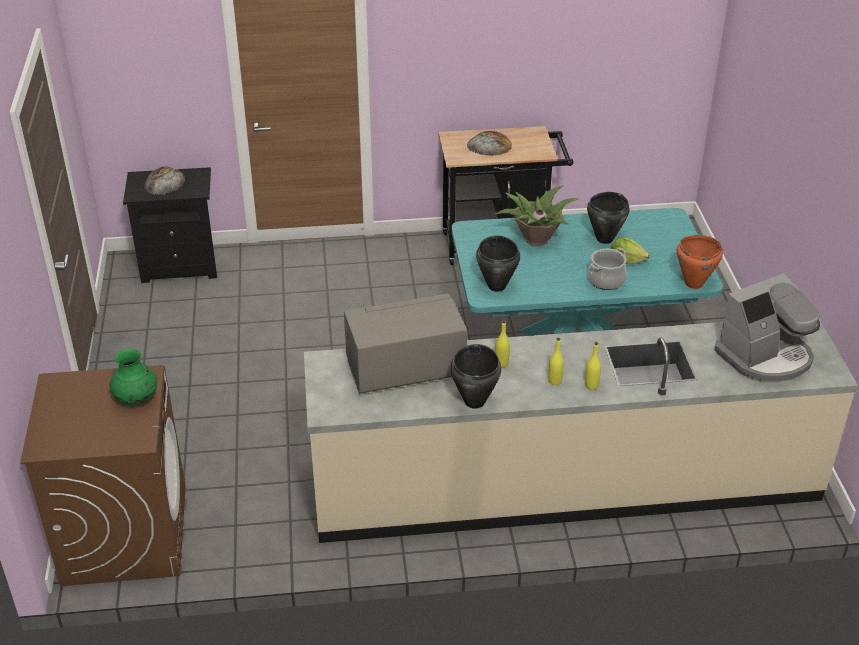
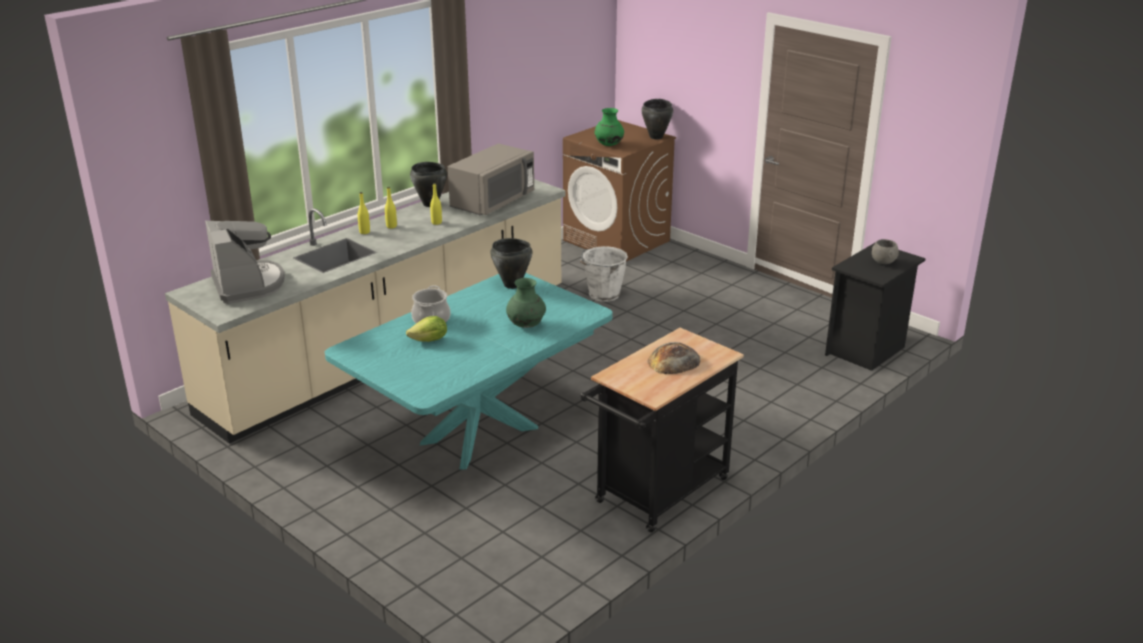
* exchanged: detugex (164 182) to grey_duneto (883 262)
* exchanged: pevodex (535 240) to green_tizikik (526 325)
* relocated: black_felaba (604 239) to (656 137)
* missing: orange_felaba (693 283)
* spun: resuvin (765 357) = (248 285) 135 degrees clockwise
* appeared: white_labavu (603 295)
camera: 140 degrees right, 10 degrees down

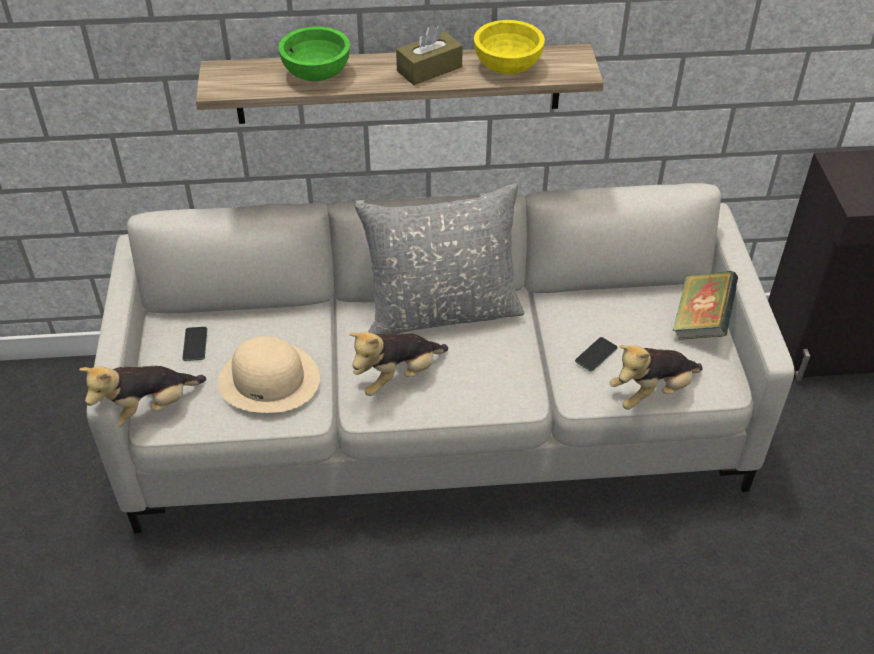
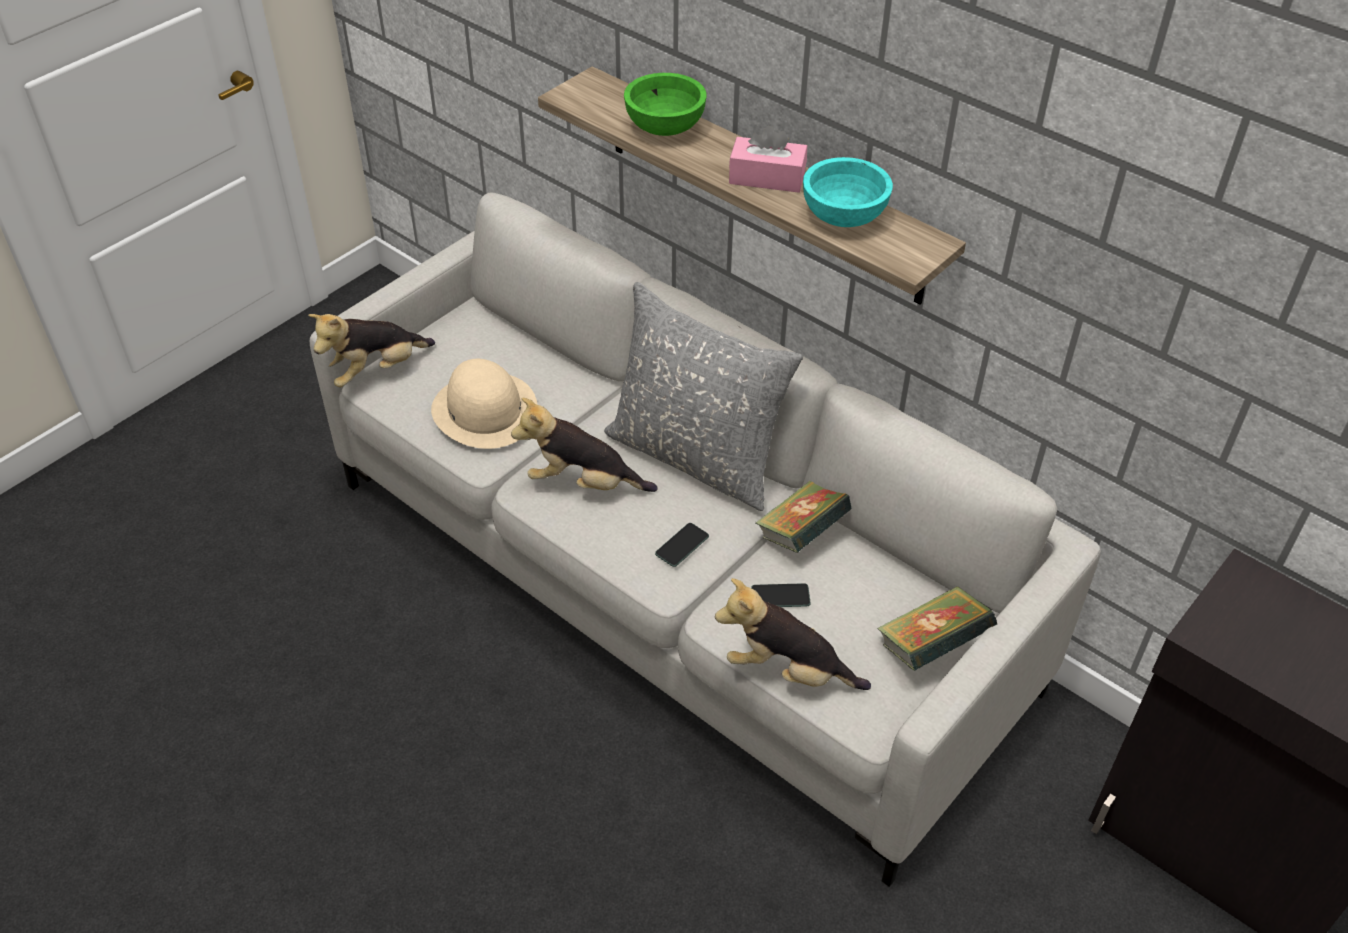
* colour: yellow_duneto (507 66) to turquoise_duneto (843 216)
* colour: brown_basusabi (429 69) to pink_basusabi (767 177)
* relocated: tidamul (195 344) to (682 545)
* spun: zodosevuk (149 409) = (376 371) 45 degrees counterclockwise
* appeared: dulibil (806 532)
camera: 45 degrees right, 0 degrees up

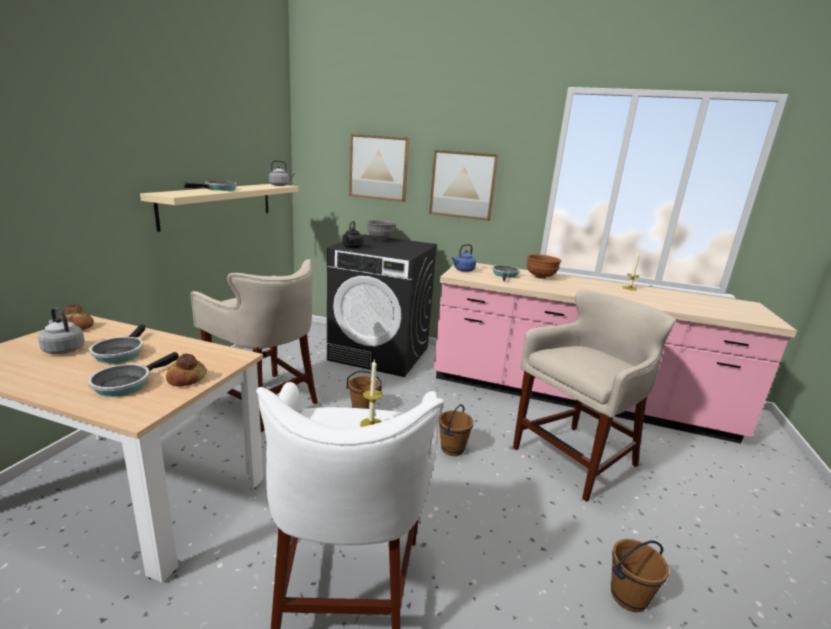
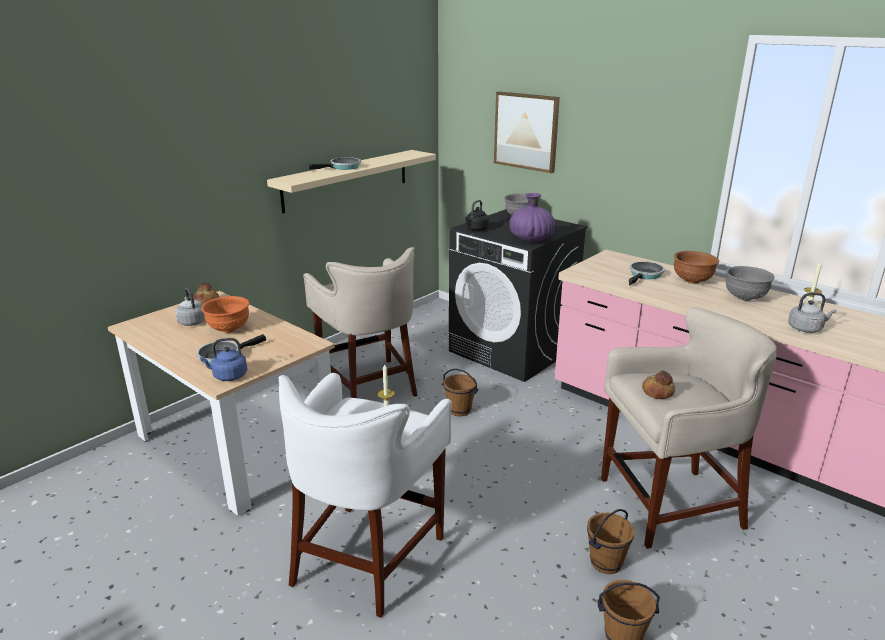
* missing: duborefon (463 185)
* relocated: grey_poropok (280 185) to (806 329)
* relocated: blue_poropok (463 270) to (228 376)
* exchanged: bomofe (120 353) to orange_duneto (228 329)
* relocated: detugex (186 378) to (657 391)
* relocated: brown_labavu (453 449) to (606 563)
* appeared: purple_tizikik (531 239)
* appeared: grey_duneto (744 298)
camera: 25 degrees right, 5 degrees up

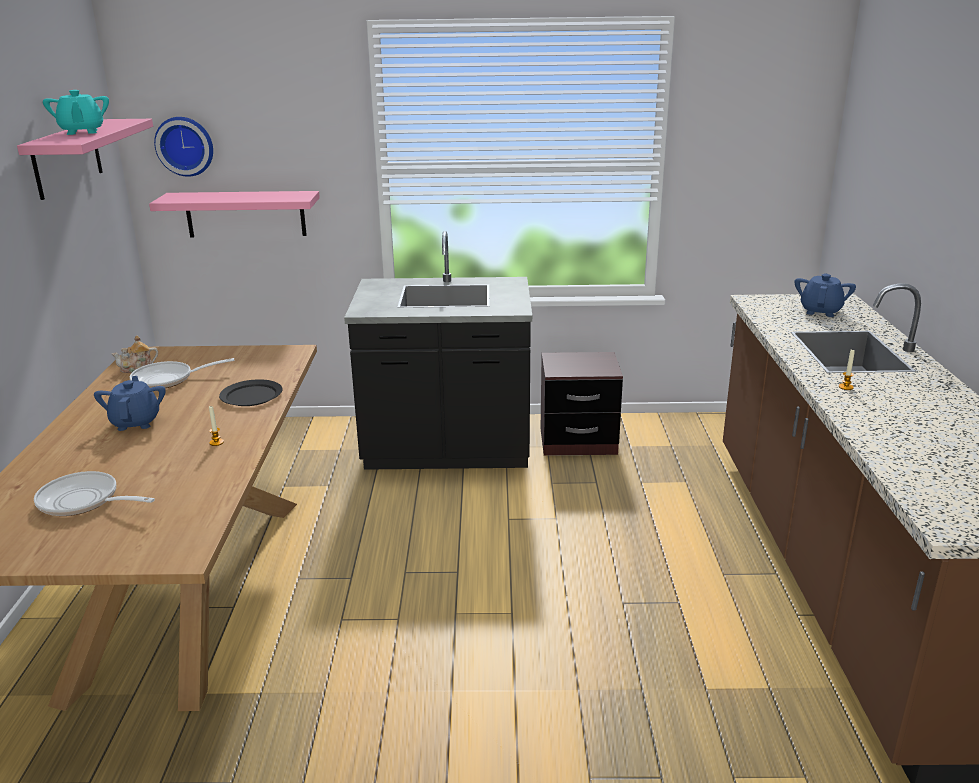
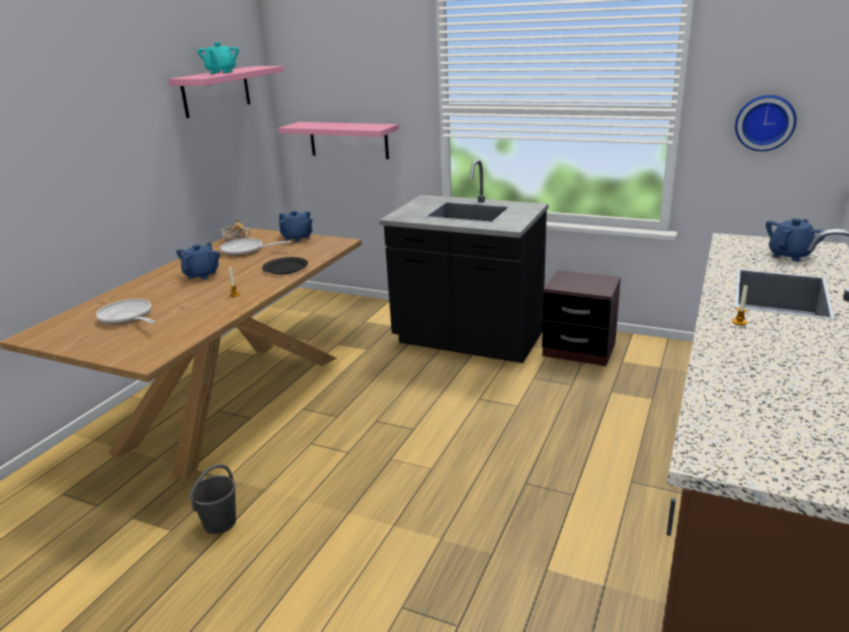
* relocated: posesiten (185 146) to (765 122)
* appeared: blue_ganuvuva (297 238)
* appeared: grey_labavu (220 522)
camera: 25 degrees right, 0 degrees up

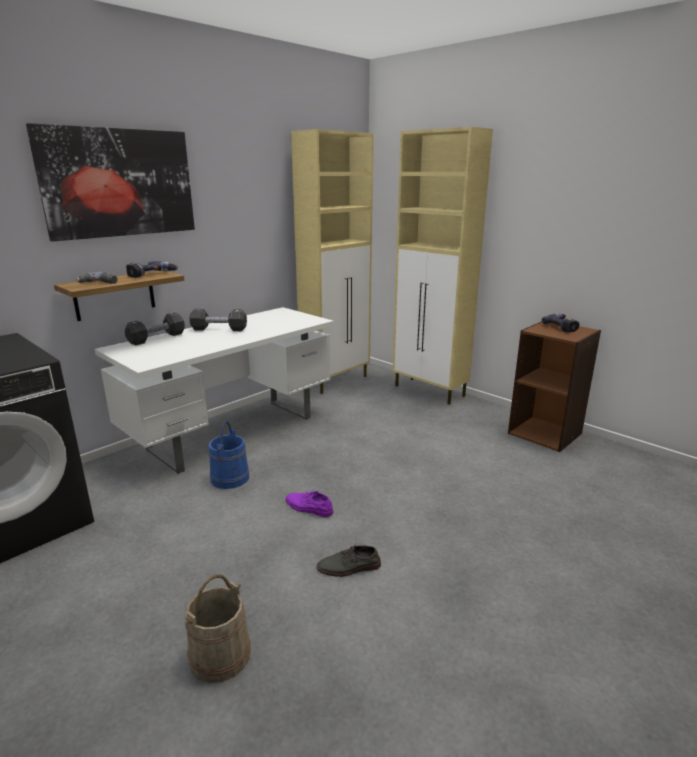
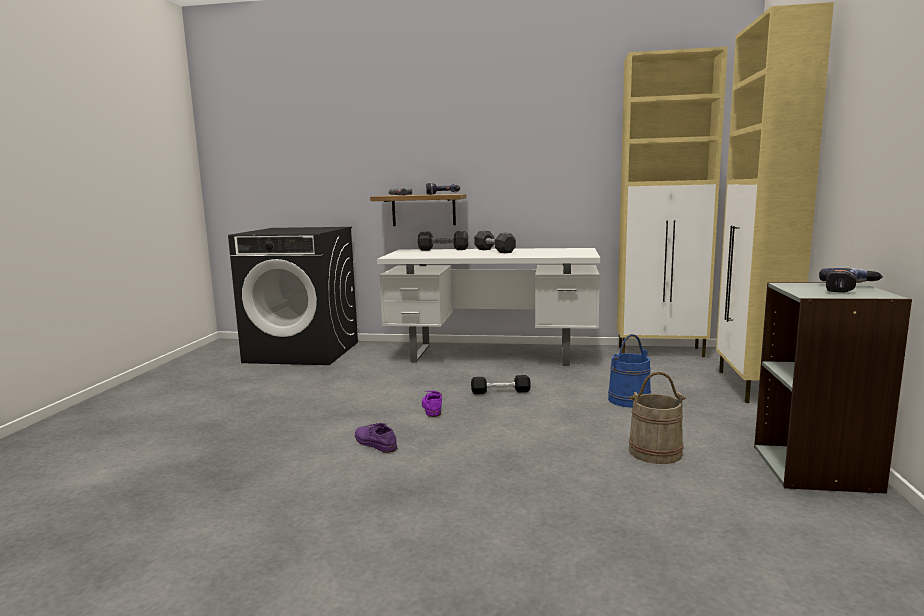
* missing: duborefon (119 183)
* colour: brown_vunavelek (545 433) to grey_vunavelek (816 468)
* relocated: blue_labavu (229 478) to (629 400)
* colour: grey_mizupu (349 567) to purple_mizupu (374 443)
* relocated: beige_labavu (220 655) to (655 452)
* appeared: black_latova (500 391)
camera: 55 degrees right, 10 degrees down

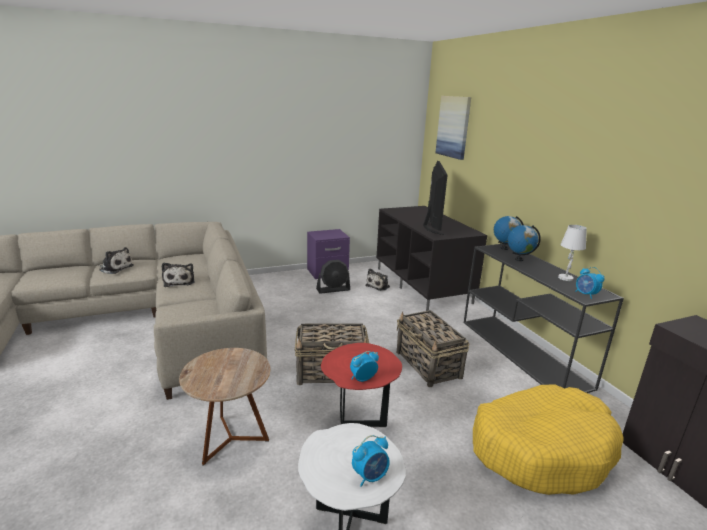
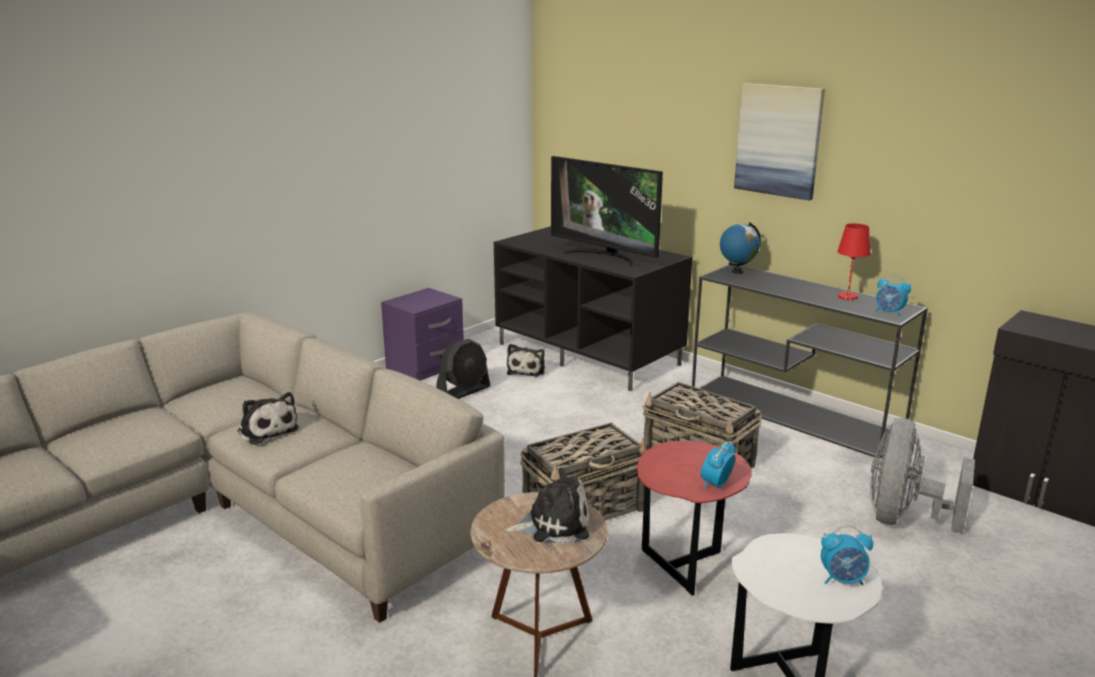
* relocated: duborefon (453 127) to (778 140)
* spun: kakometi (431 226) = (605 257) 150 degrees clockwise
* missing: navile (519 259)
* colour: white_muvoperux (565 278) to red_muvoperux (847 297)
* relocated: zodosevuk (115 268) to (554 524)
* exchanged: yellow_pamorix (541 448) to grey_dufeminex (903 518)
* spun: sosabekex (370 476) = (843 580) 60 degrees clockwise
camera: 25 degrees left, 0 degrees up

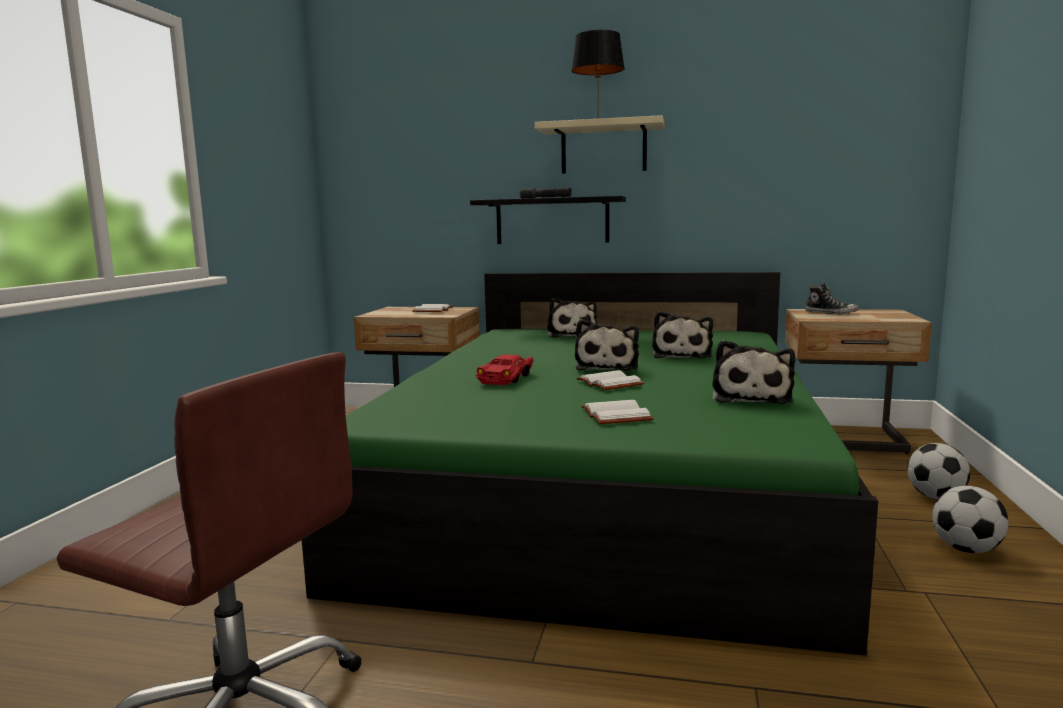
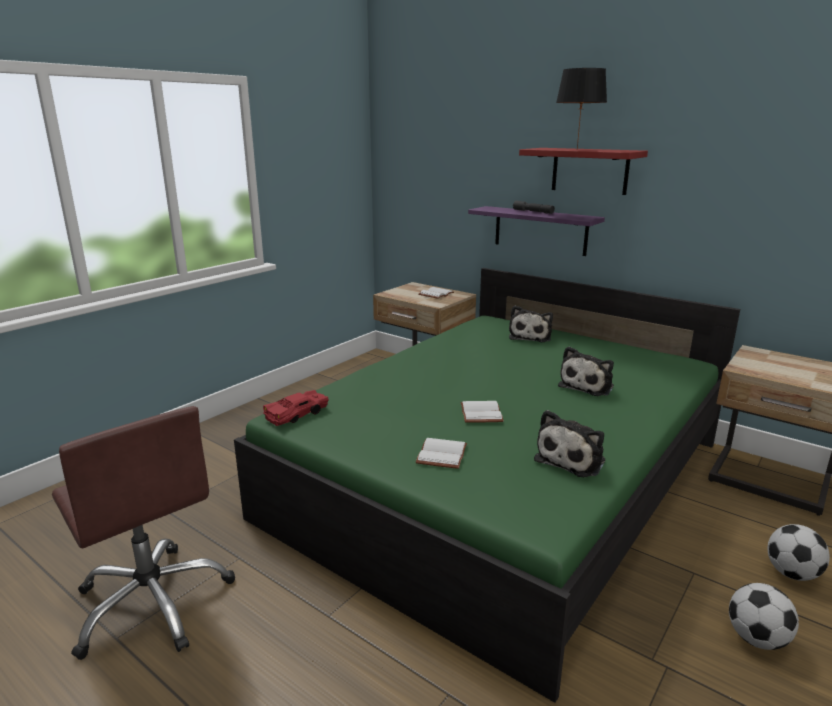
* colour: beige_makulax (603 148) to red_makulax (589 170)
* colour: black_makulax (552 221) to purple_makulax (540 230)
* missing: mizupu (831 313)
* missing: zodosevuk (607 366)
* relocated: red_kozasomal (507 378) to (298 414)
camera: 25 degrees right, 10 degrees up

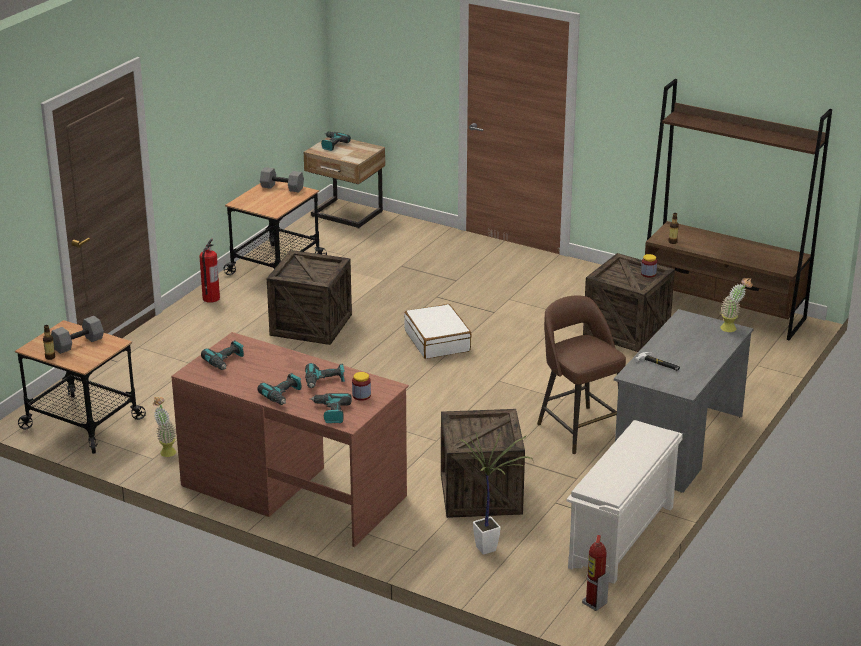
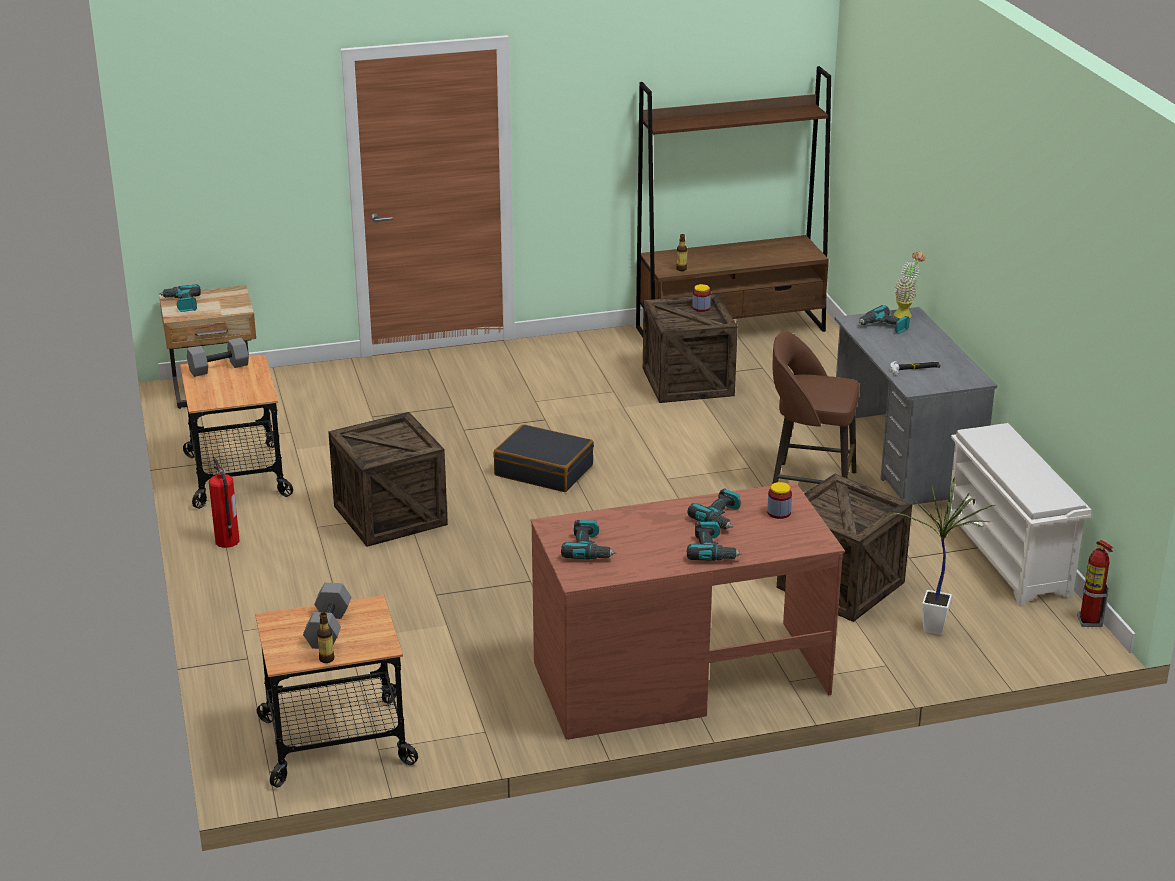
* colour: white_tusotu (437 341) to black_tusotu (544 470)
* relocated: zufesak (330 412) to (884 327)
* missing: pevodex (166 450)
camera: 45 degrees left, 0 degrees up

